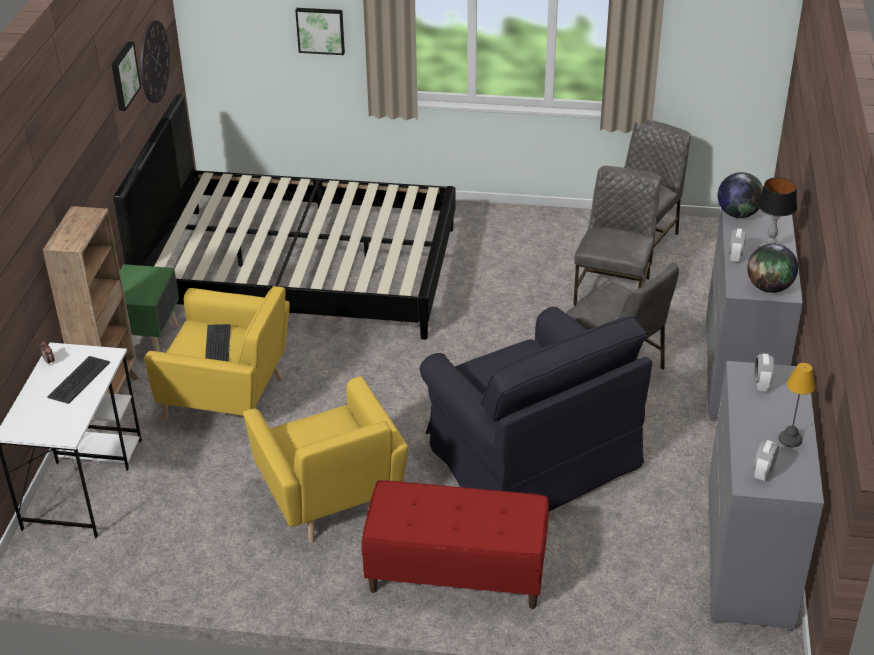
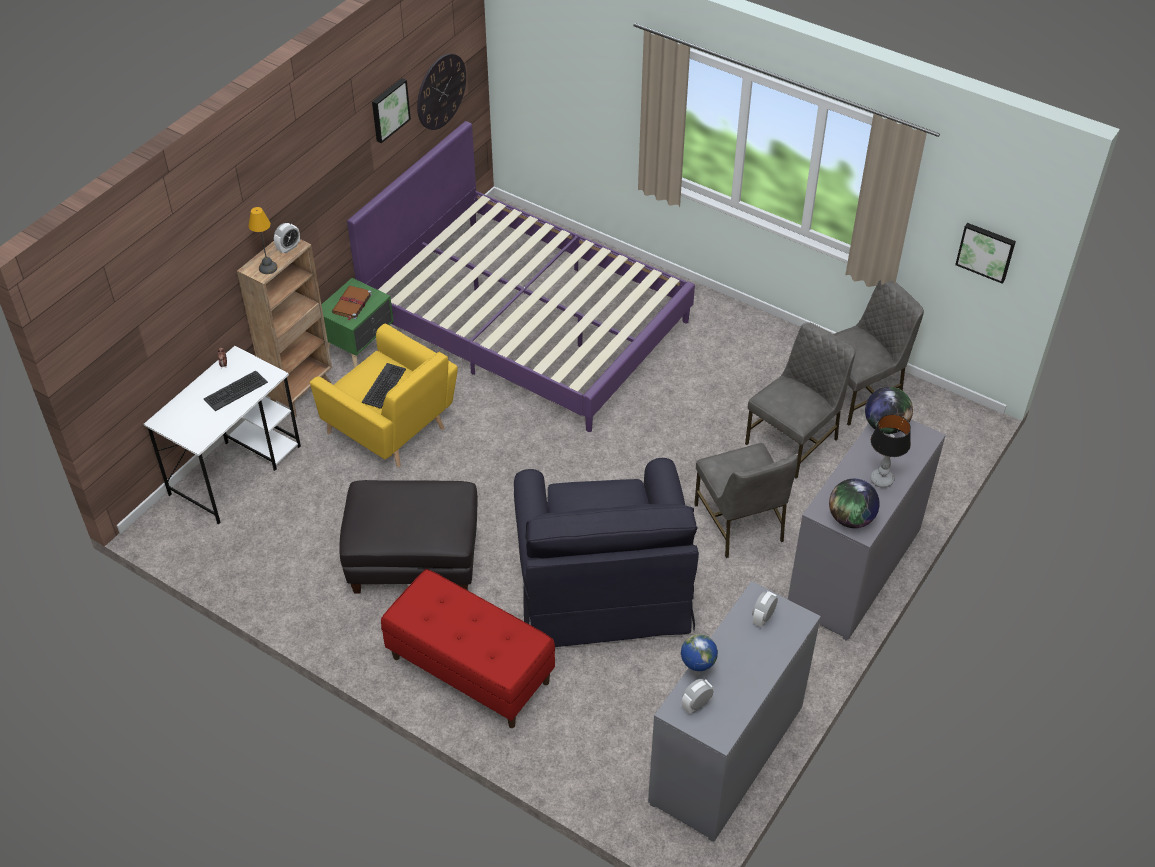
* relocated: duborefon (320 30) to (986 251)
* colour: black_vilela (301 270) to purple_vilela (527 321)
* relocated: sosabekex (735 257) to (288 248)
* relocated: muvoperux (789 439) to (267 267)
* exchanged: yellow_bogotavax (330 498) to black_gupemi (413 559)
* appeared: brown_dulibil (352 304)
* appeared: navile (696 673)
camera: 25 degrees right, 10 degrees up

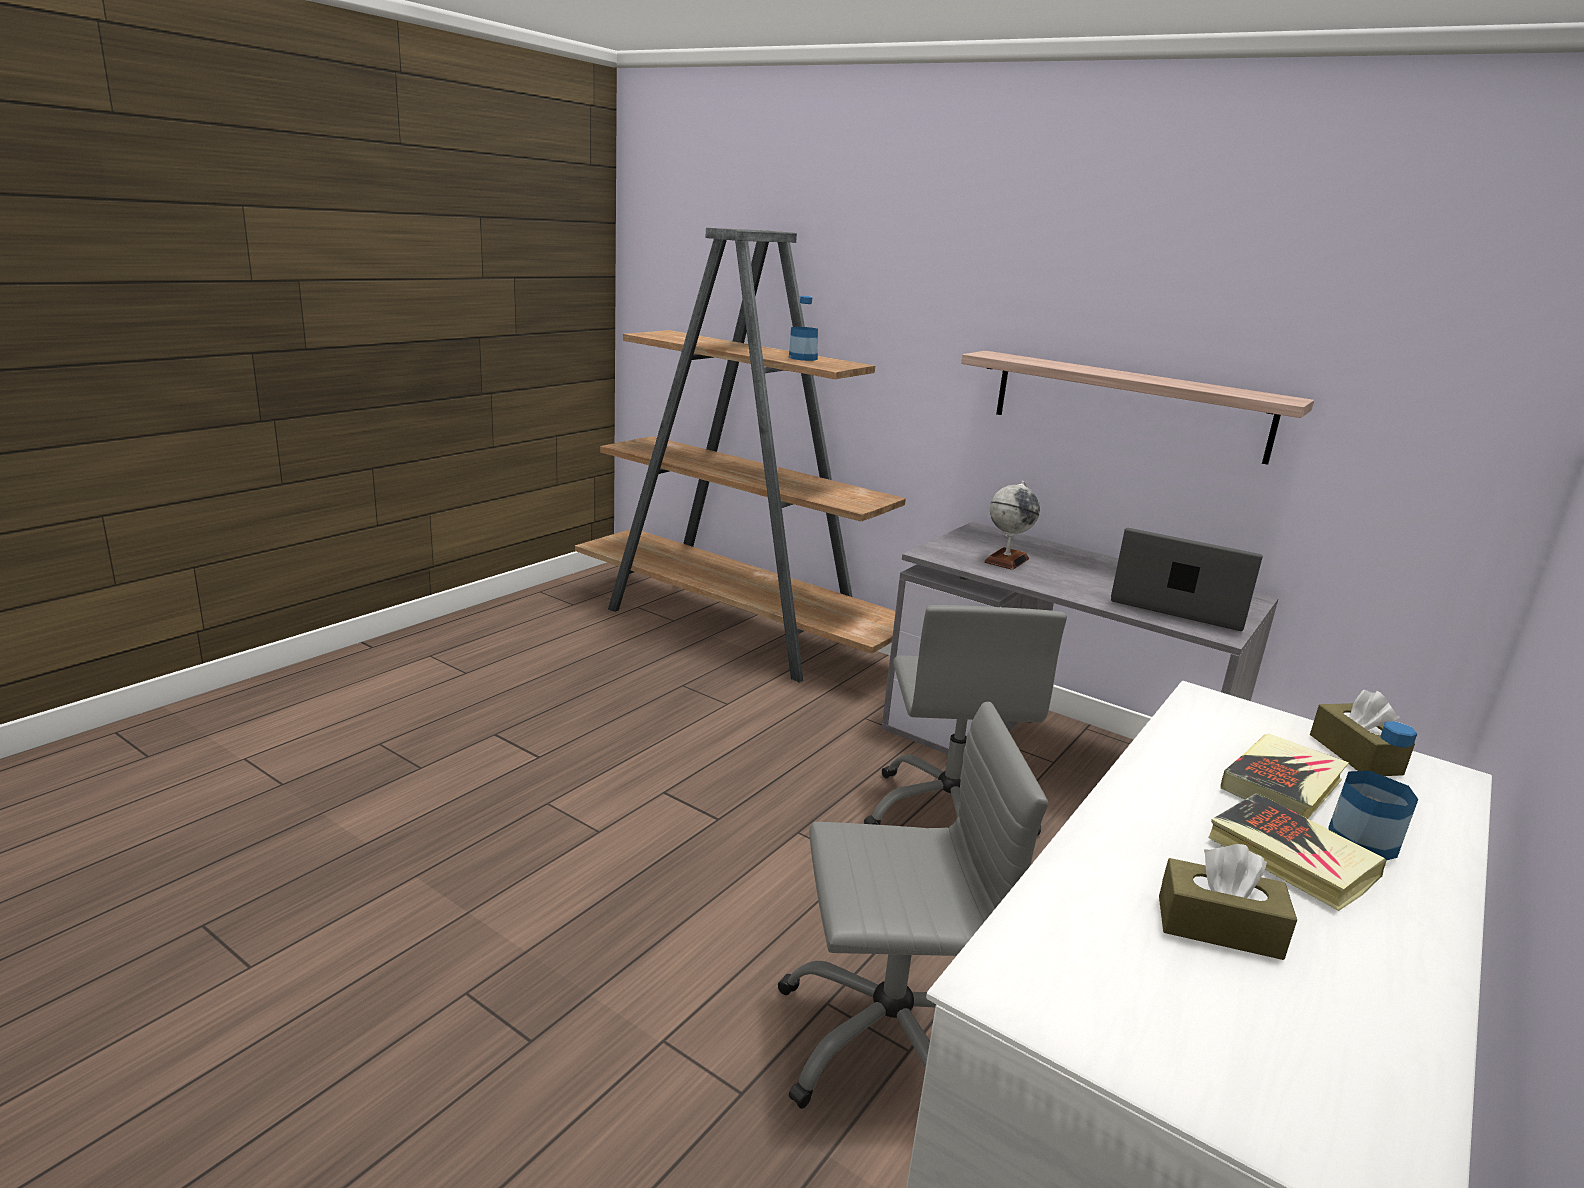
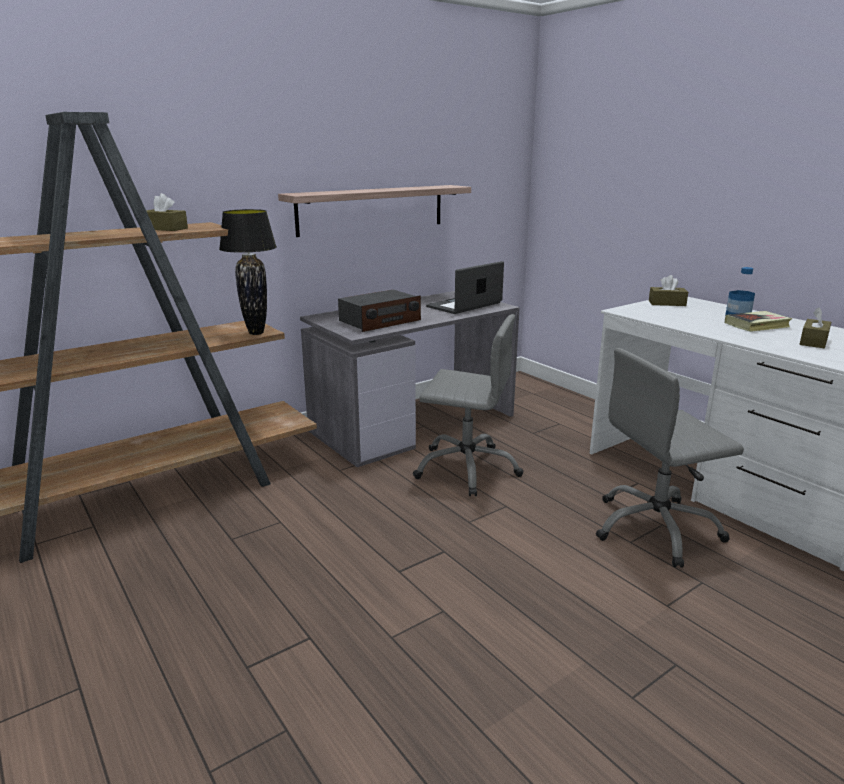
* exchanged: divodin (803 358) to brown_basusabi (165 228)
* exchanged: navile (1006 560) to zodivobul (380 321)
* spun: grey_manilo (888 1040) = (656 529) 120 degrees counterclockwise
* missing: dulibil (1282 785)
* appeared: black_muvoperux (256 333)
camera: 70 degrees left, 0 degrees up

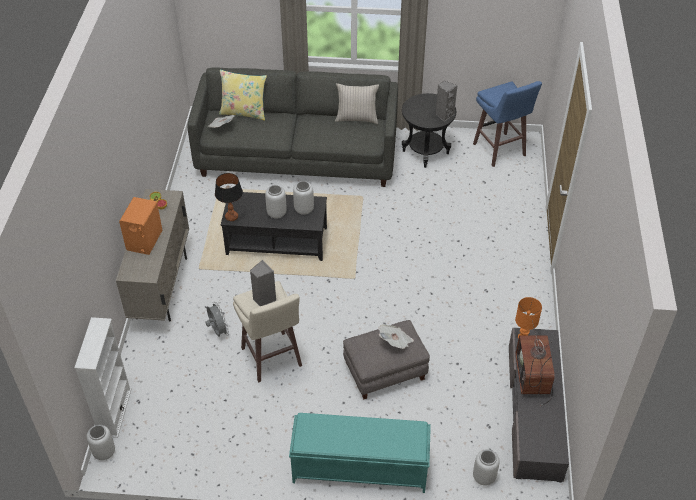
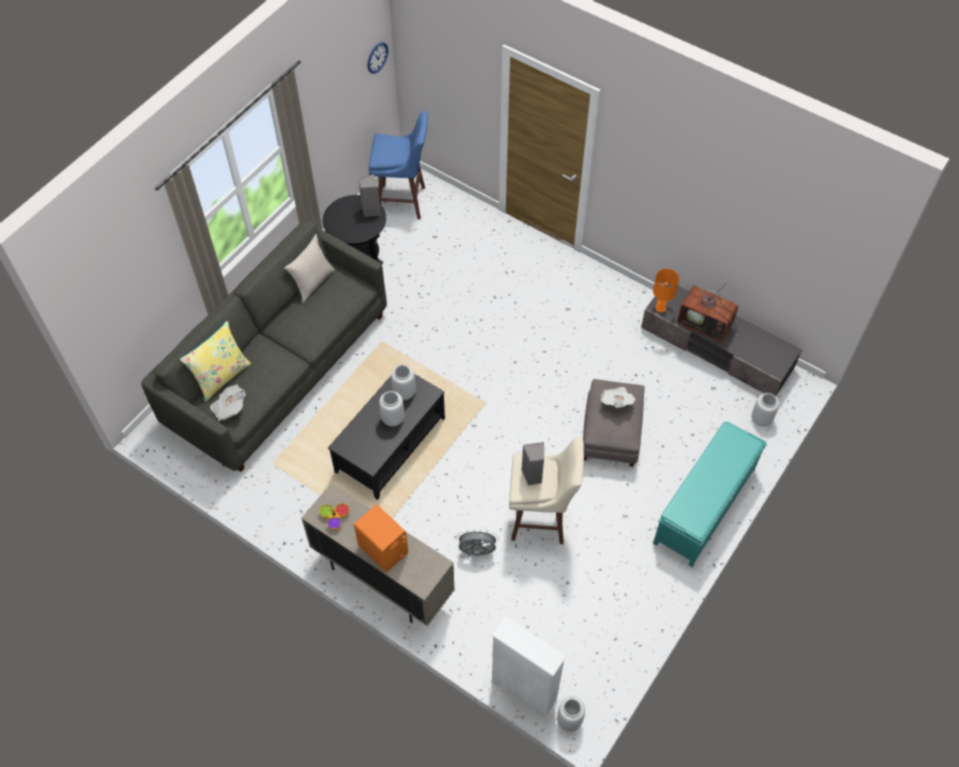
* missing: muvoperux (231 217)
* appeared: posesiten (377 57)
camera: 60 degrees left, 10 degrees up

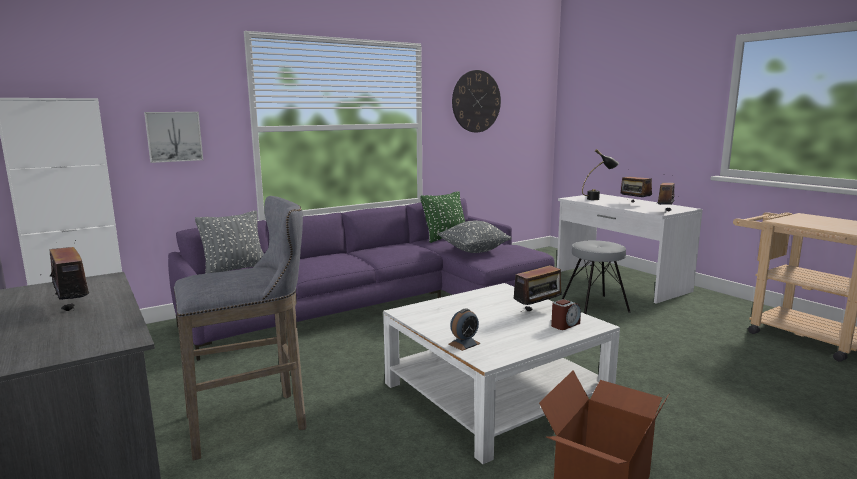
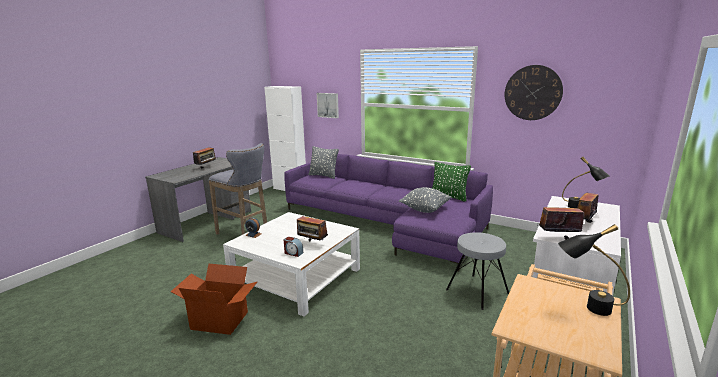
* appeared: black_muvoperux (586 307)
camera: 65 degrees right, 5 degrees up

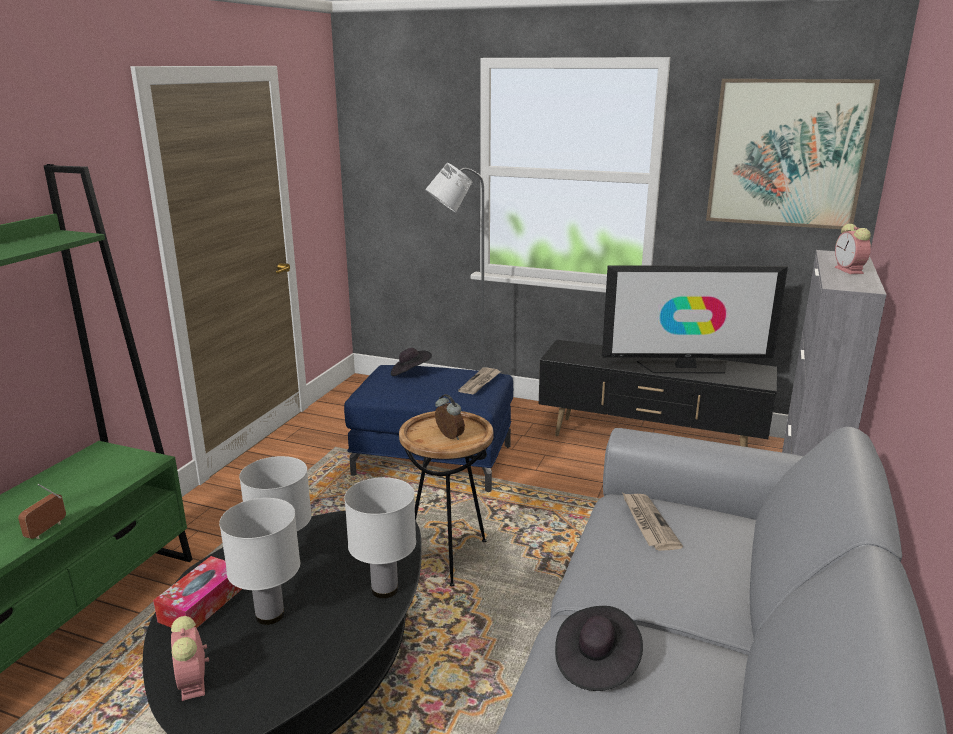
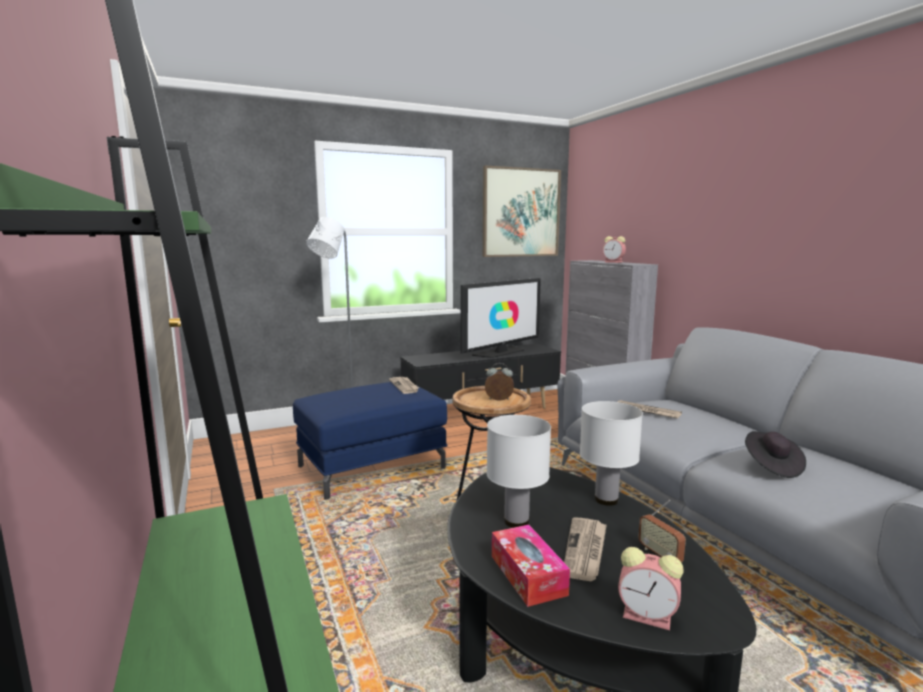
* missing: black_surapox (410 373)
* relocated: zodivobul (47 530) to (660 555)
* exchanged: white_muvoperux (269 615) to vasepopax (585 550)
camera: 45 degrees left, 10 degrees down

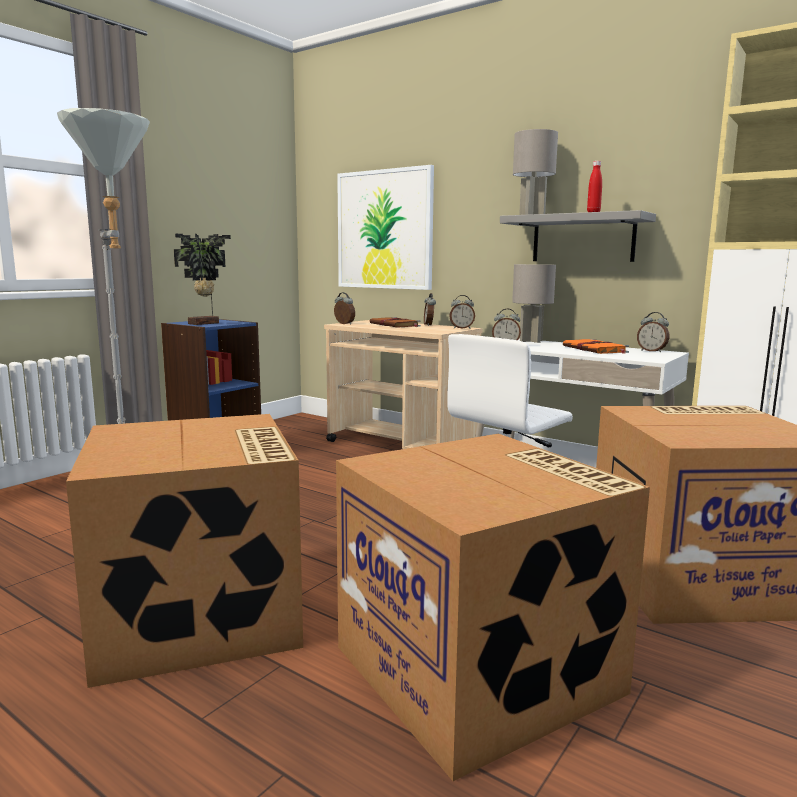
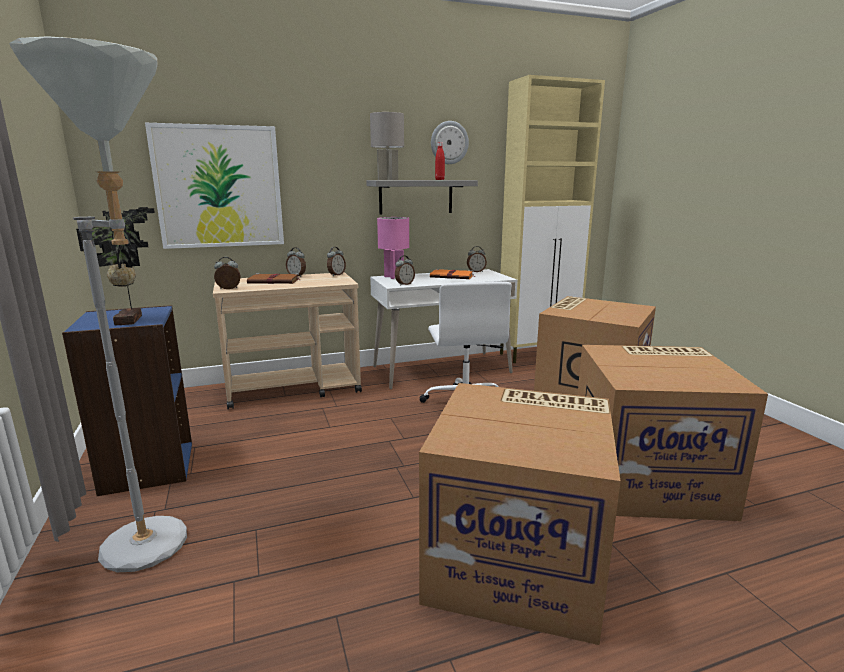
* colour: grey_muvoperux (530 341) to pink_muvoperux (393 277)
* appeared: posesiten (449 142)
camera: 55 degrees left, 5 degrees up

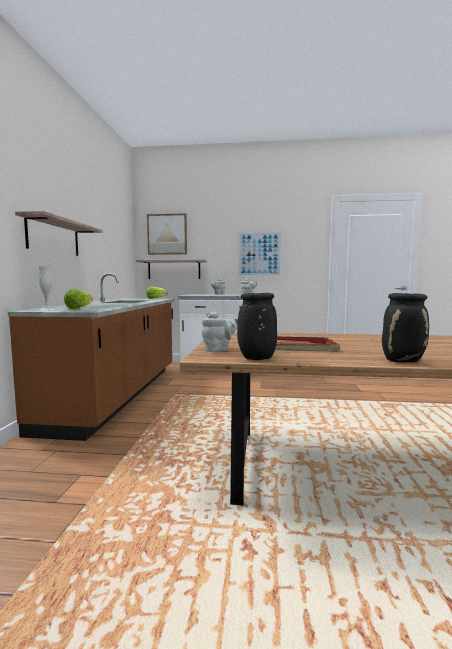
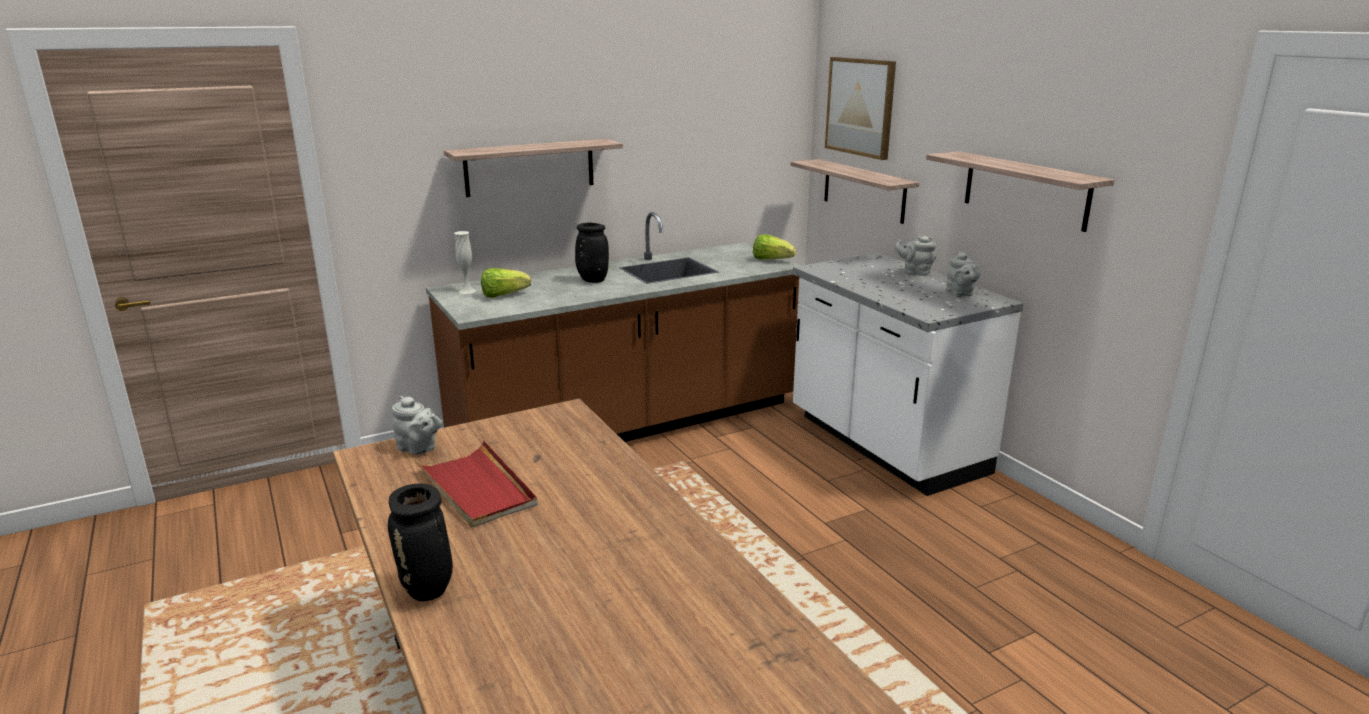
* exchanged: duborefon (259 254) to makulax (1025 190)
* relocated: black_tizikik (256 358) to (592 280)
camera: 55 degrees right, 15 degrees up

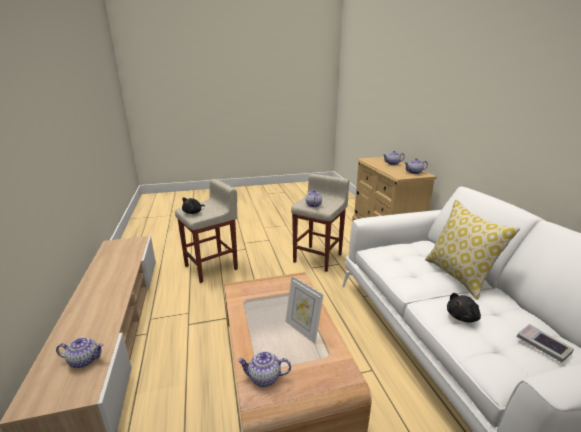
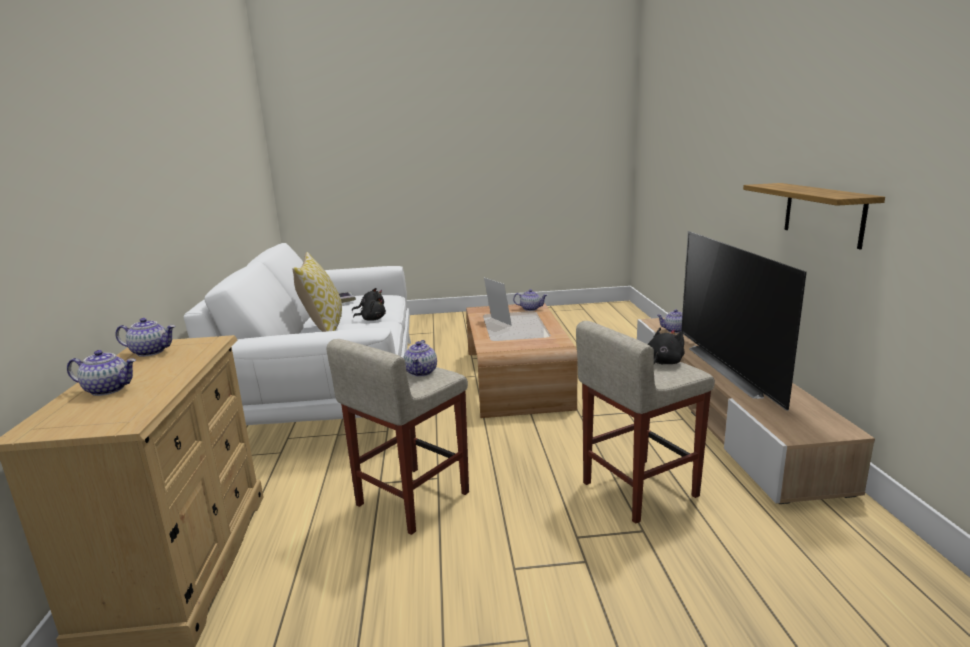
* appeared: makulax (823 214)
* appeared: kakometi (733 369)
* appeared: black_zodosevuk (372 319)
camera: 170 degrees left, 5 degrees down

